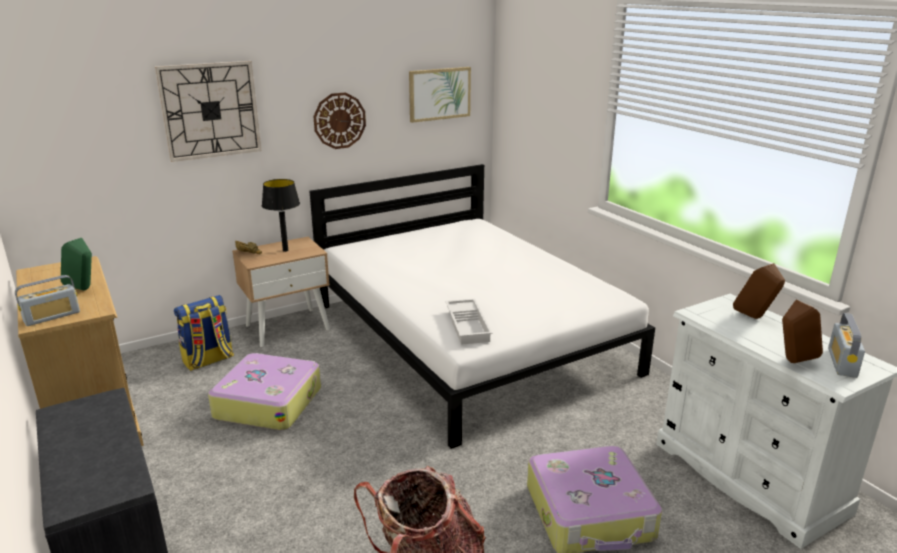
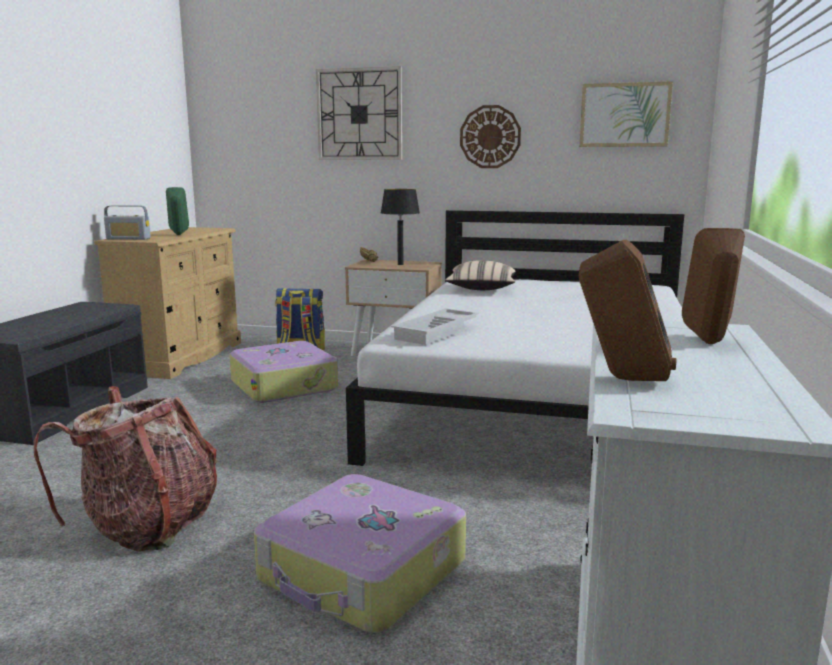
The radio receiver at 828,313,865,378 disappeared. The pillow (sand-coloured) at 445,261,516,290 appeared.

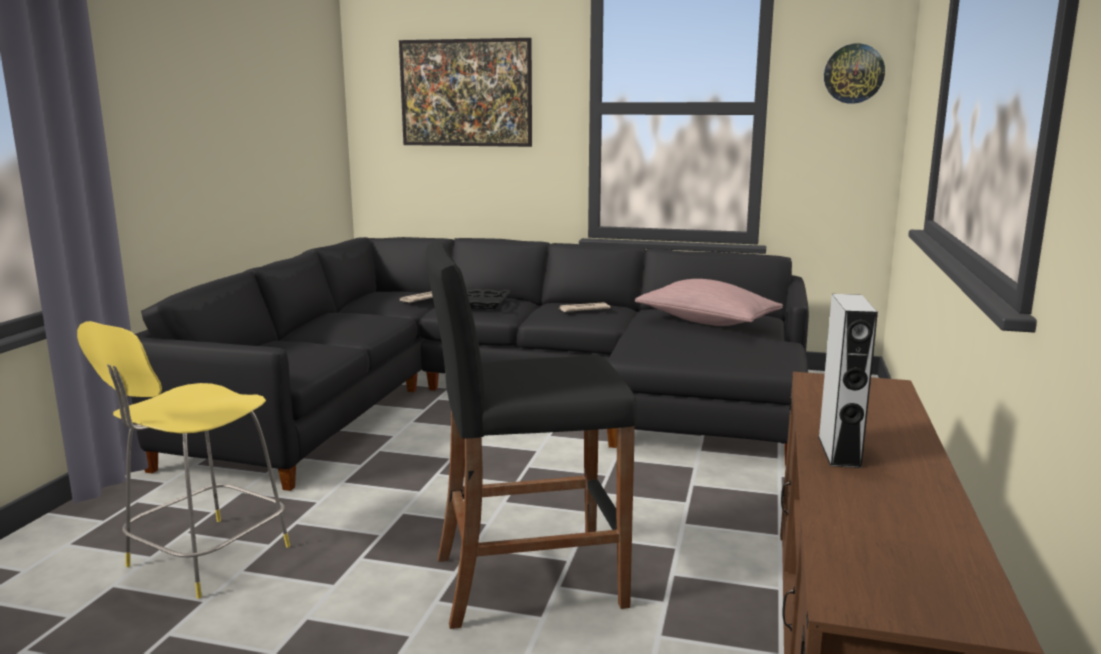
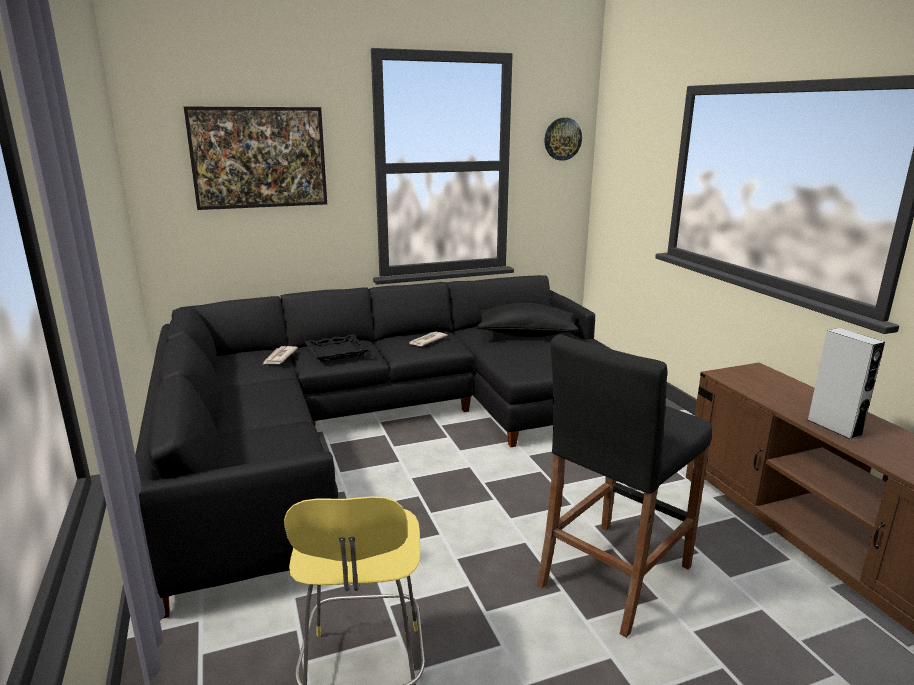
The pillow (pink-coloured) at 635,279,783,326 became the pillow (black) at 477,303,578,337.

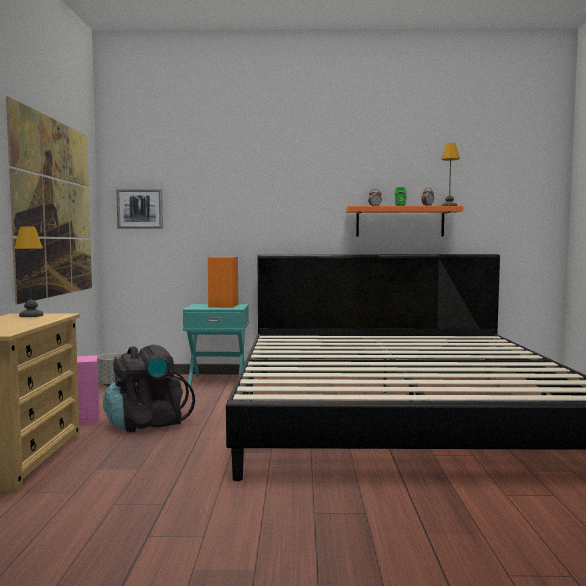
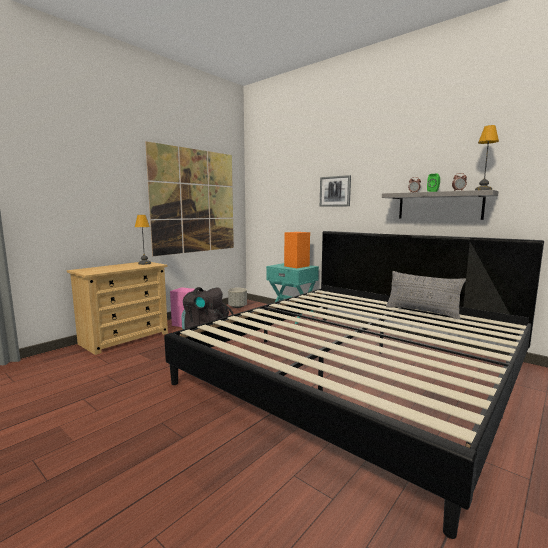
The pillow (gray) at 386,271,466,319 appeared. The wall art moved from 116,189,163,229 to 320,175,351,207. The bracket shelf (orangey) at 346,206,463,236 became the bracket shelf (gray) at 382,190,499,220.

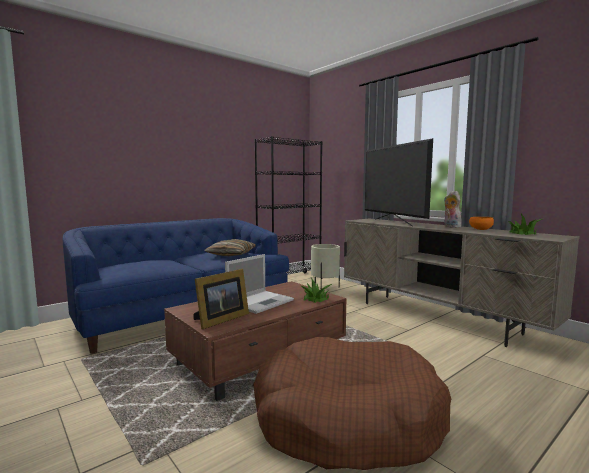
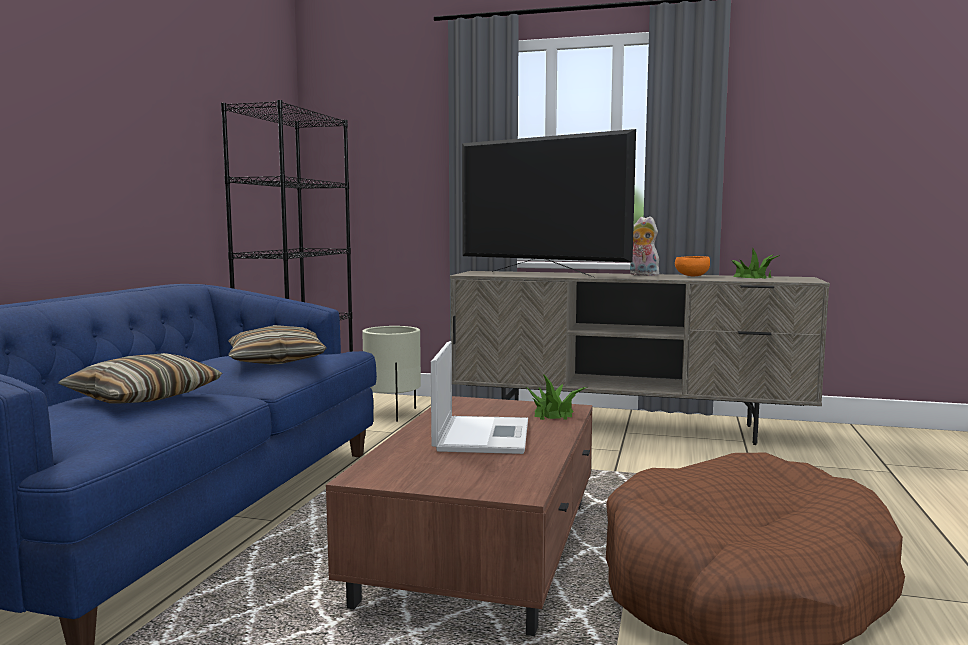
The standing frame at 193,269,249,330 disappeared. The pillow at 58,353,222,403 appeared.

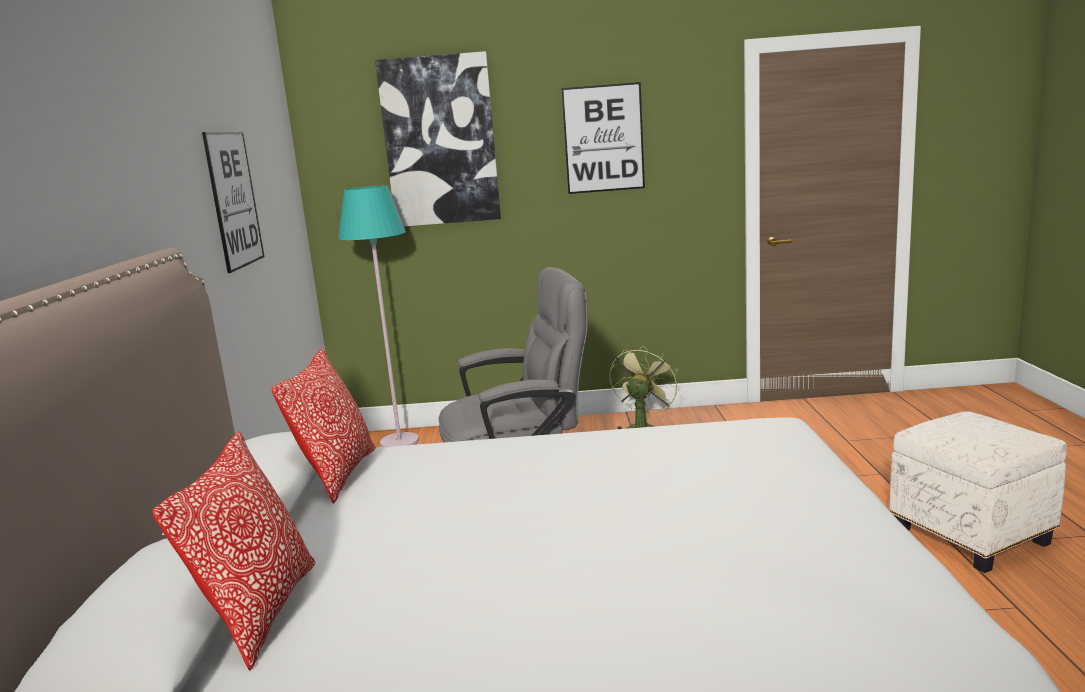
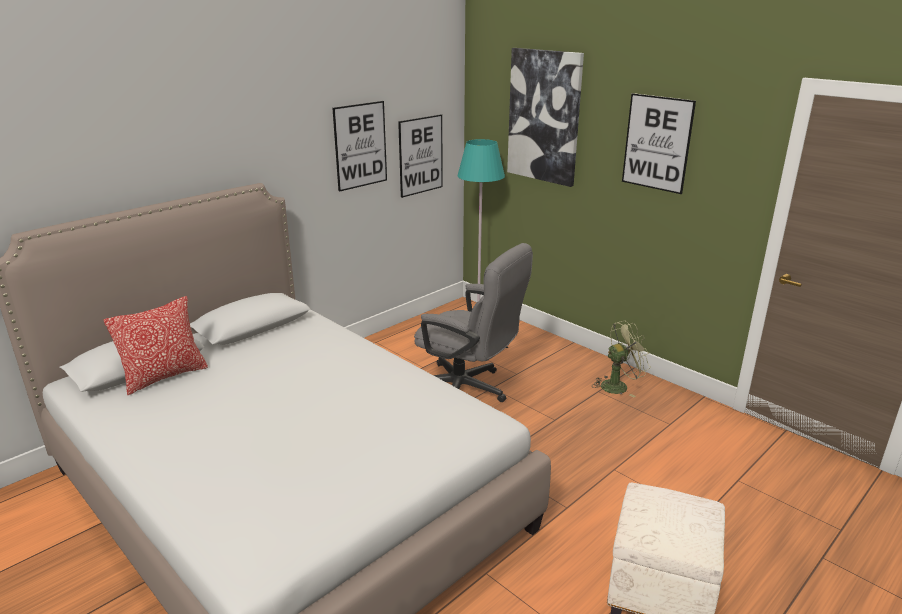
The pillow at 271,349,376,504 disappeared. The wall art at 398,114,443,198 appeared.

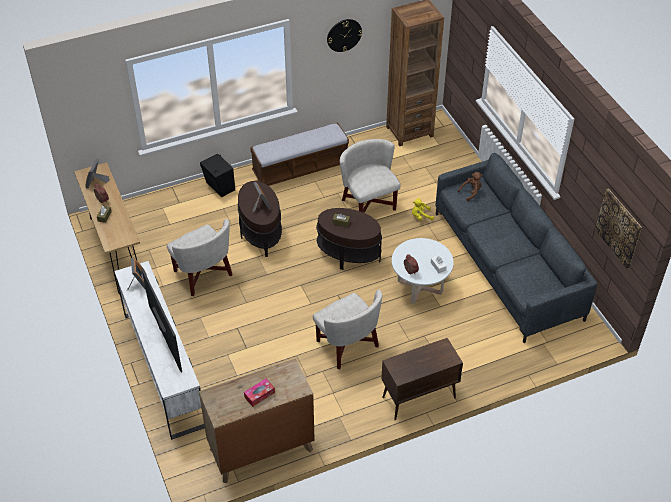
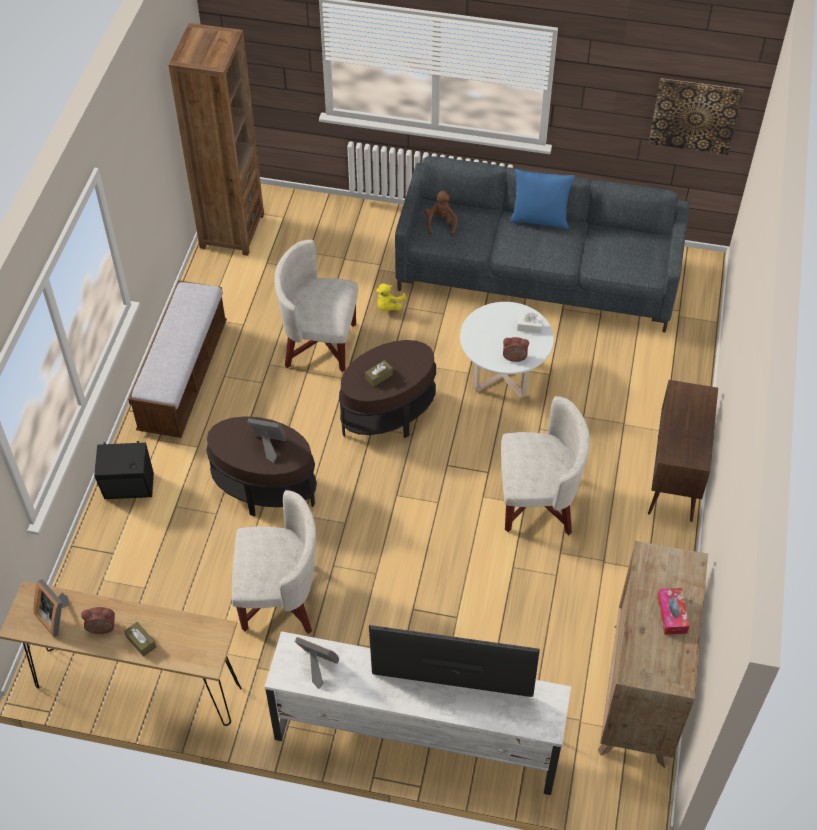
The clock on the wall at 327,19,362,52 disappeared. The pillow (bluish) at 510,169,575,230 appeared.

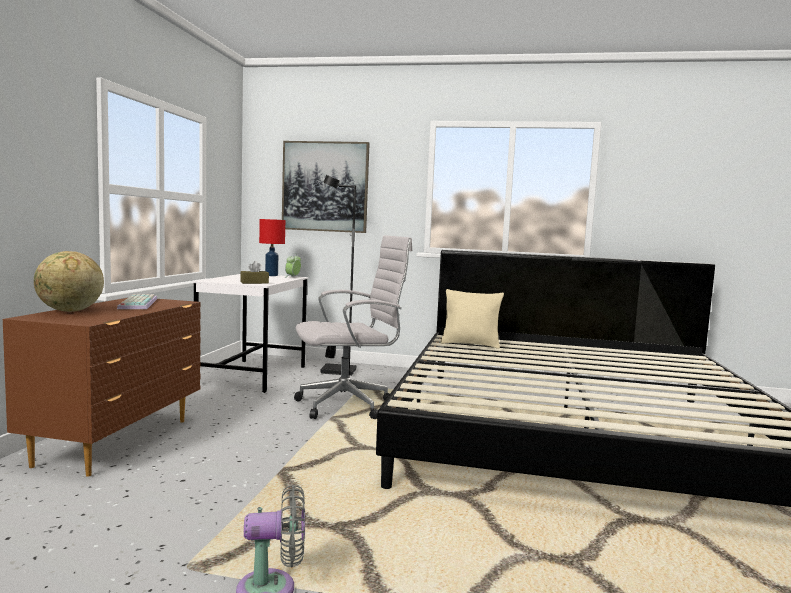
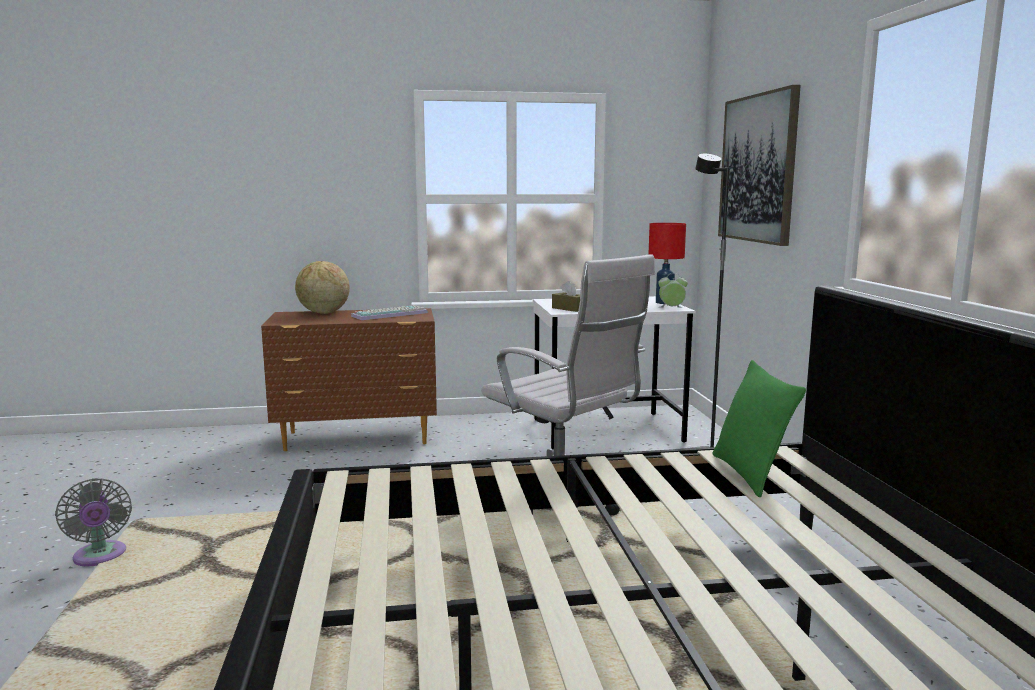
The pillow (sand-coloured) at 440,289,504,349 became the pillow (green) at 712,360,806,497.

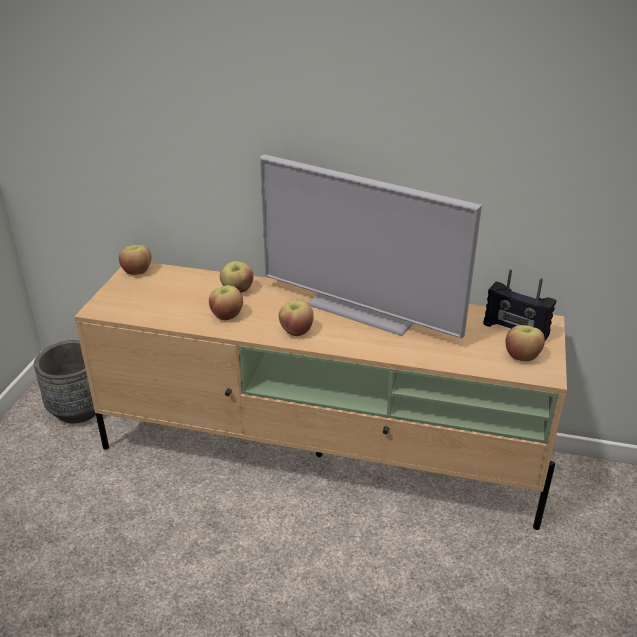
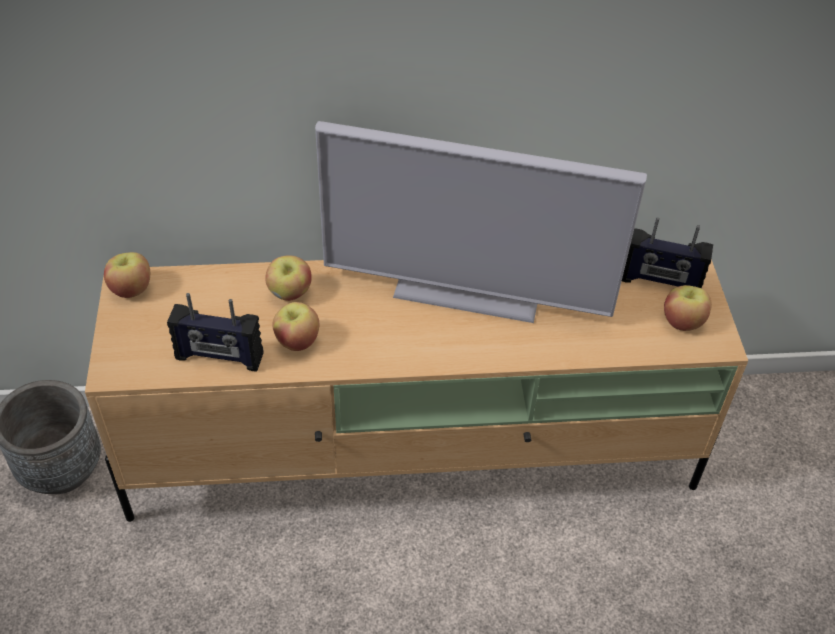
The apple at 278,300,313,336 disappeared. The radio receiver at 167,293,263,371 appeared.

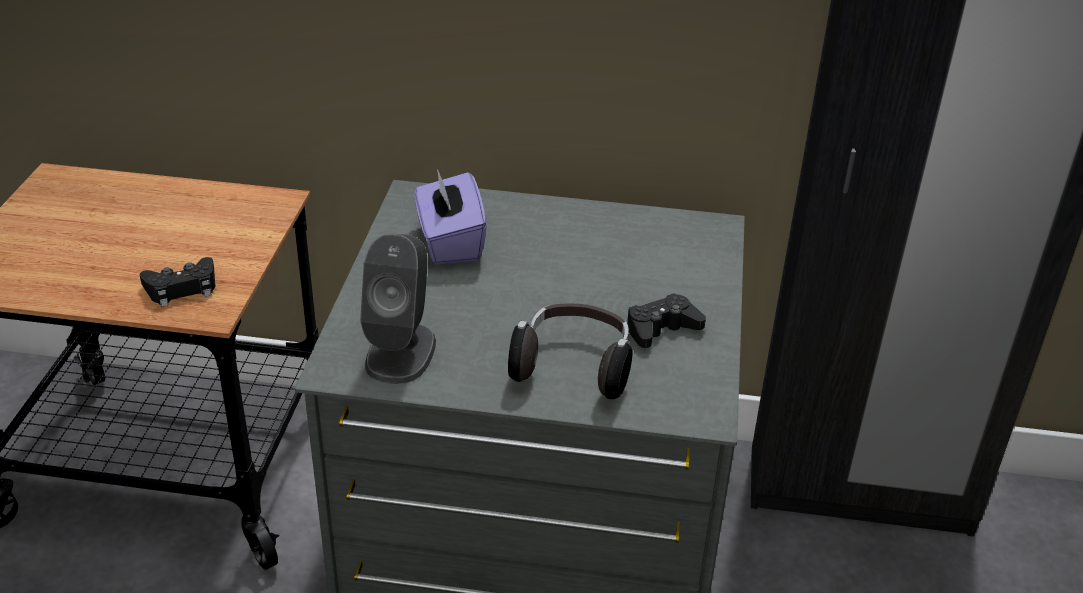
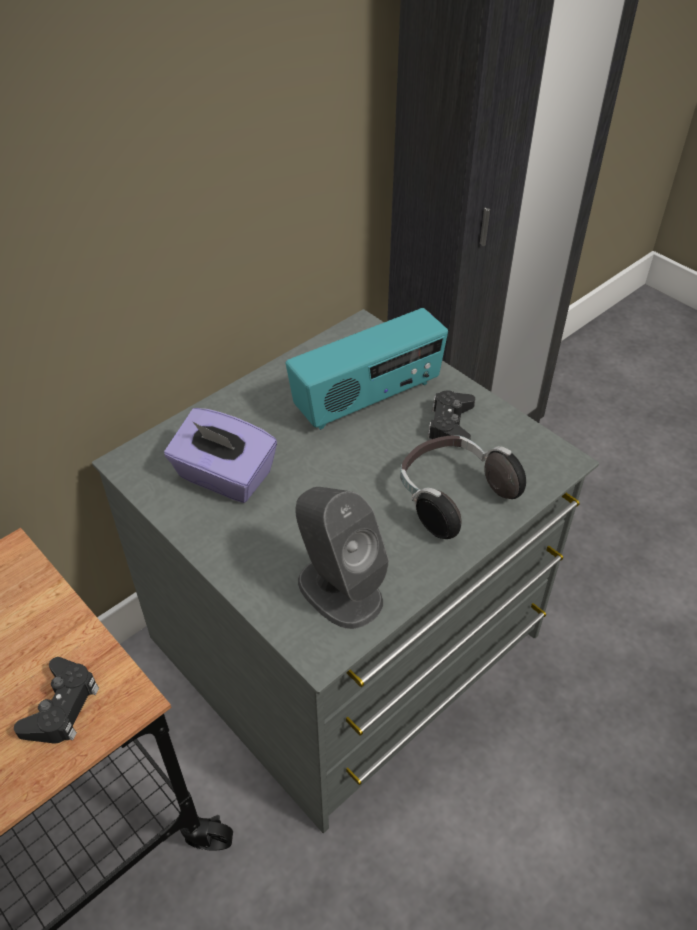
The radio receiver at 286,308,448,430 appeared.

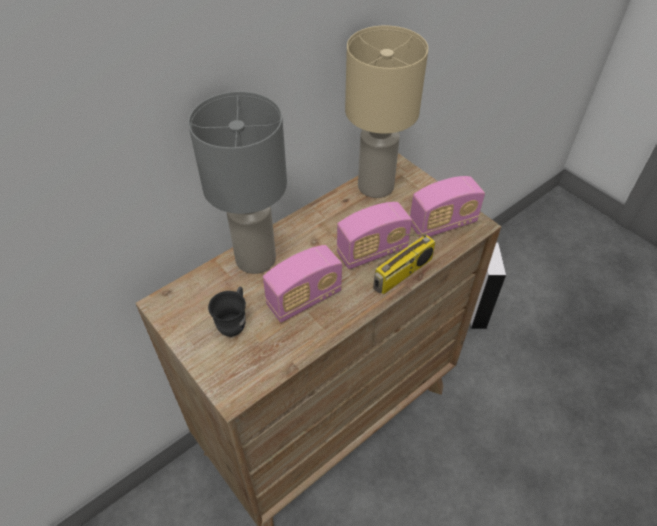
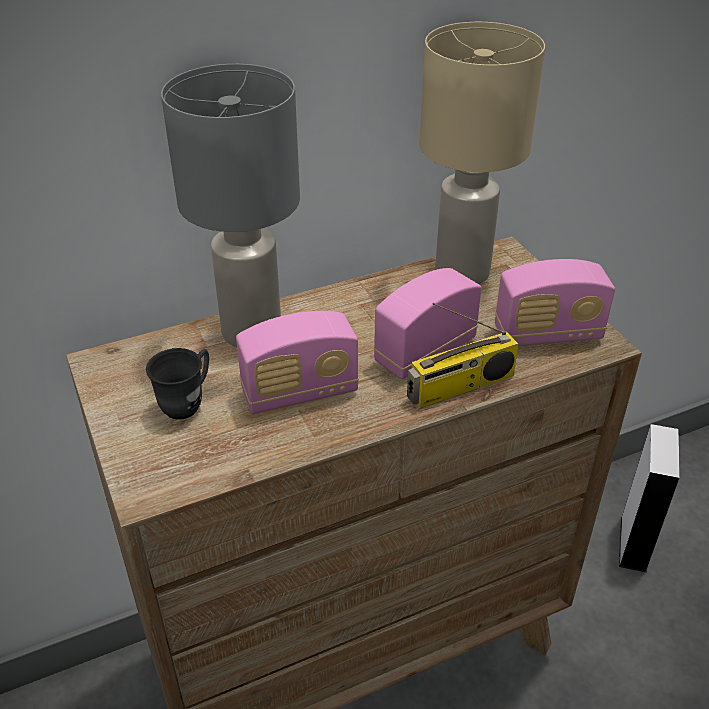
The radio receiver at 336,202,412,269 turned 150 degrees clockwise.

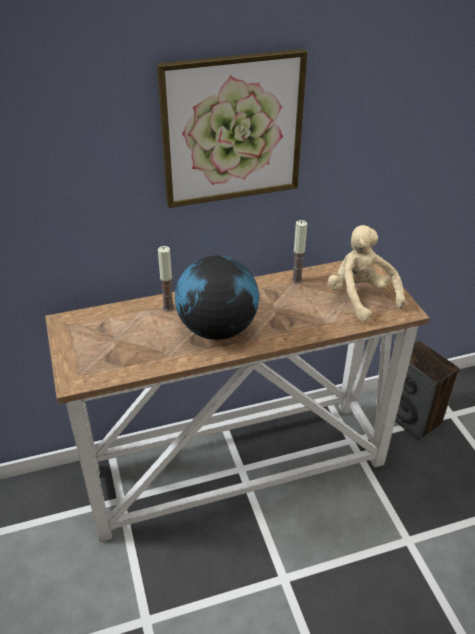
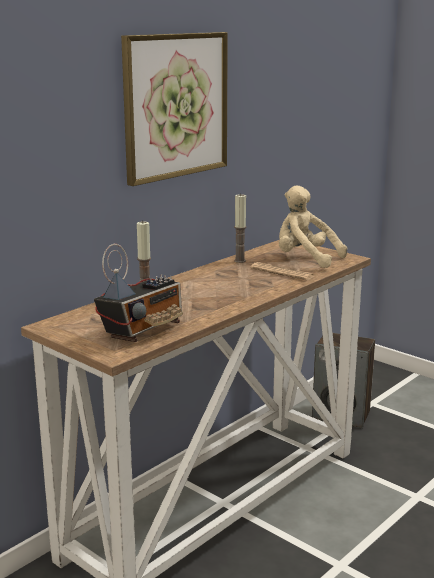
The globe at 175,255,259,340 disappeared. The radio receiver at 94,244,183,342 appeared. The newspaper at 250,262,314,280 appeared.

